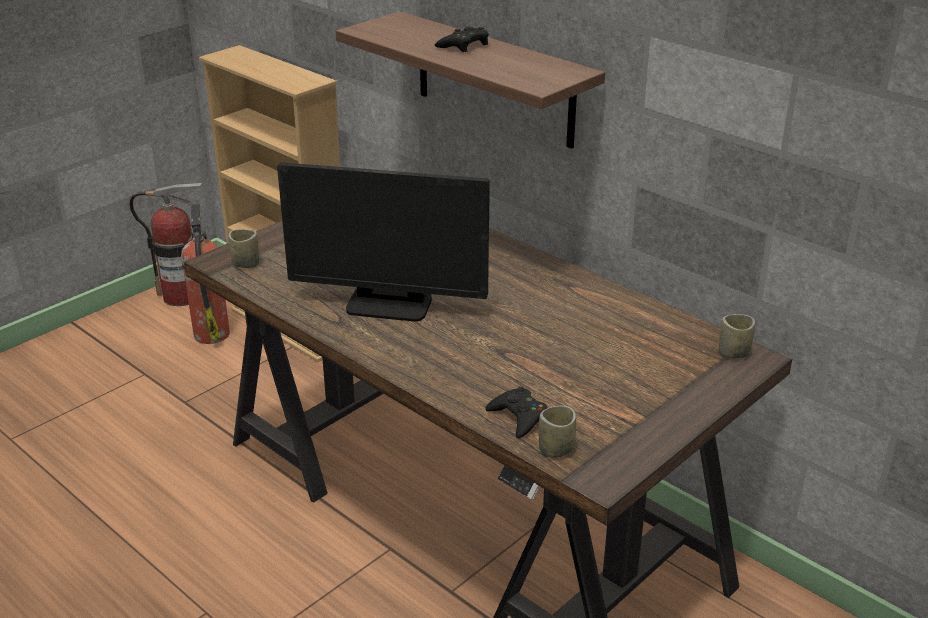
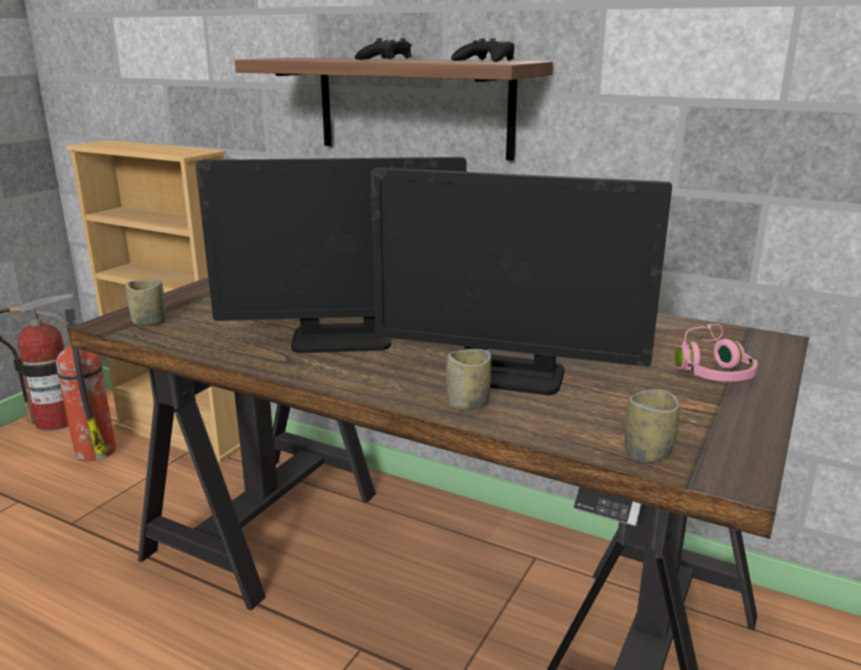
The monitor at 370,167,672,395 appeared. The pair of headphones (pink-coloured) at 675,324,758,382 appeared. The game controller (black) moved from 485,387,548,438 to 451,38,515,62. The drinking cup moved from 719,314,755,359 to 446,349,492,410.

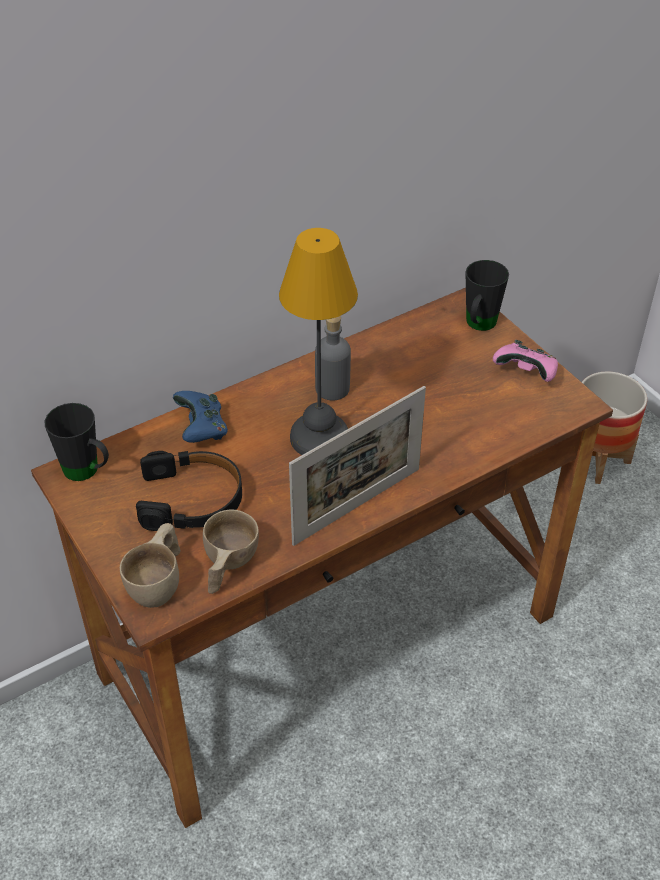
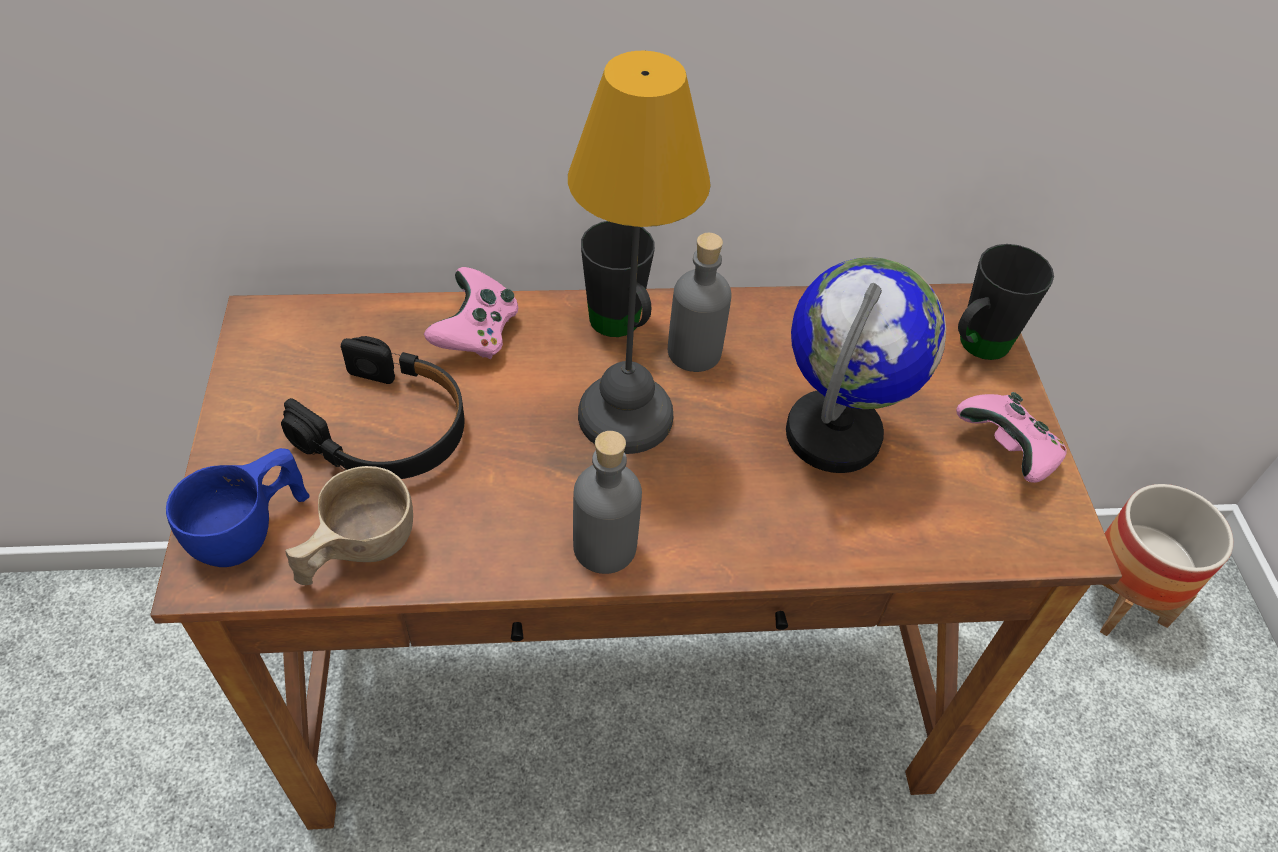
The globe at 786,257,946,473 appeared. The tea mug (black) moved from 45,403,109,481 to 581,221,655,337. The standing frame at 289,386,426,546 was replaced by the bottle (gray) at 573,431,642,574. The drinking cup (sand-coloured) at 120,523,181,608 became the drinking cup (bluish) at 166,448,310,567. The game controller (bluish) at 173,391,228,443 became the game controller (pink-coloured) at 424,267,518,359.

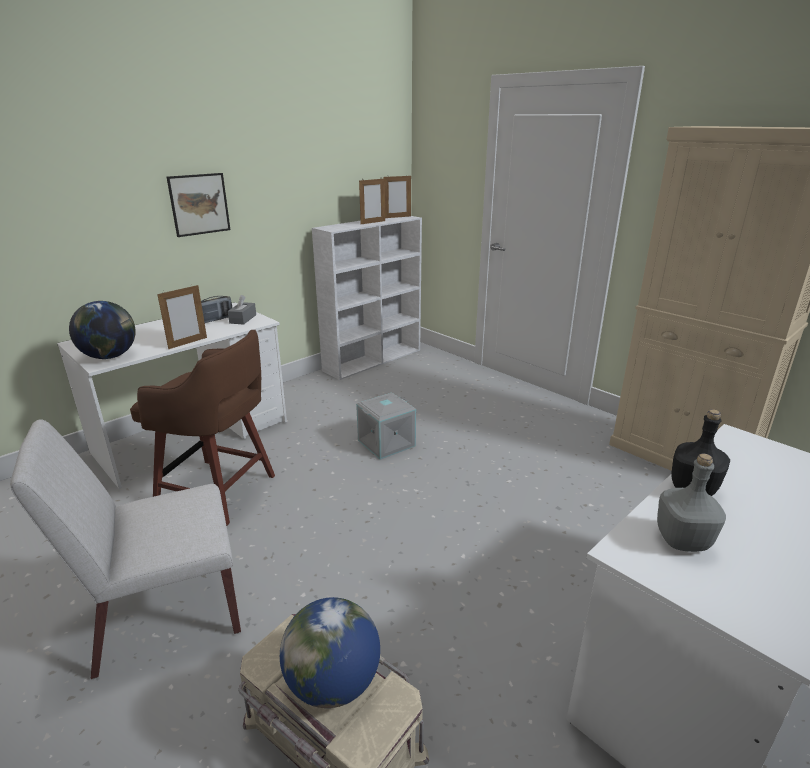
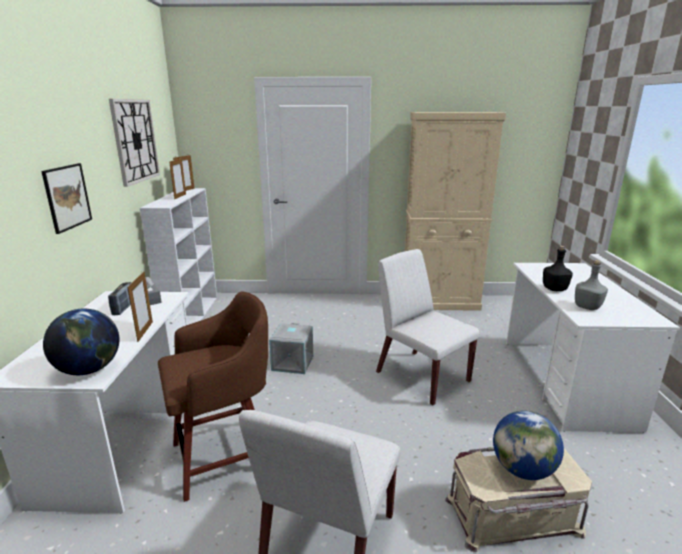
The clock on the wall at 109,99,160,187 appeared. The chair (white-coloured) at 376,249,480,405 appeared.

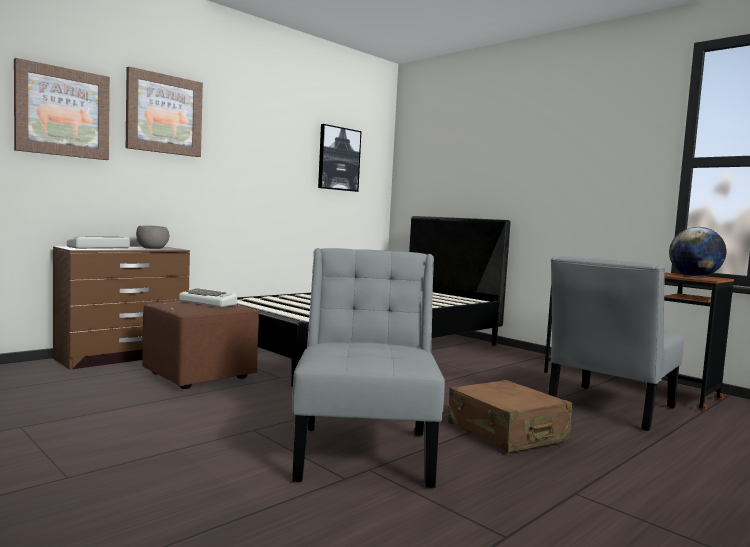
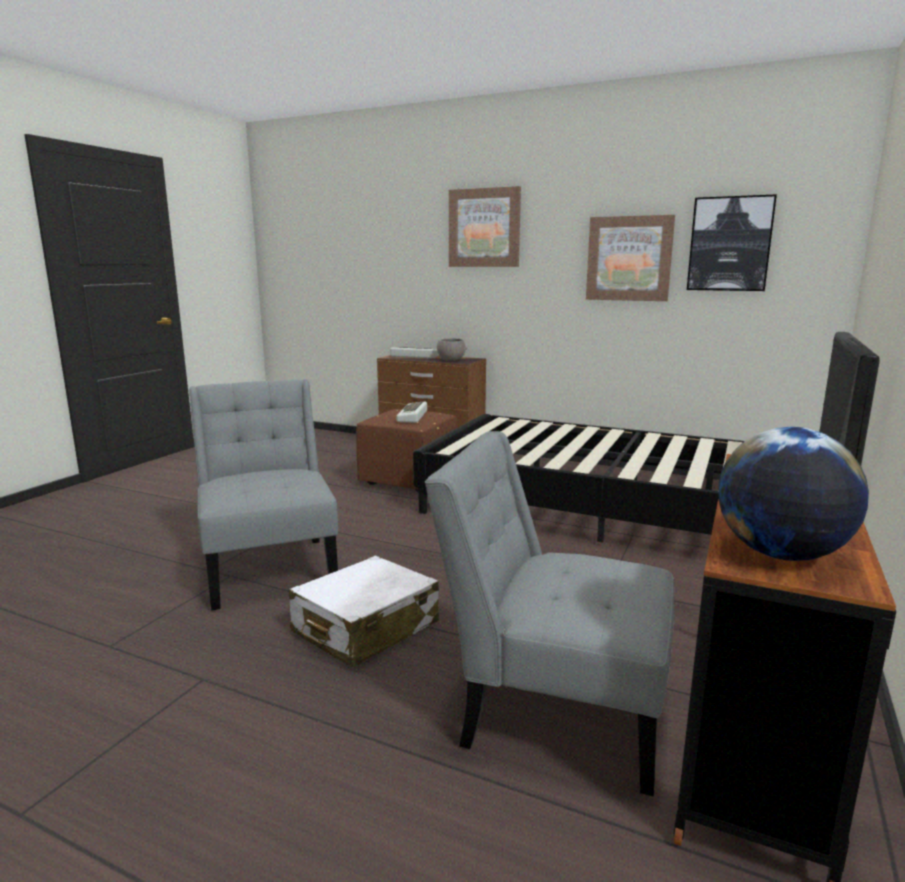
The wall art moved from 14,58,110,160 to 586,215,675,301. The suitcase (brownish) at 448,380,572,452 became the suitcase (white-coloured) at 289,555,439,668. The chair (gray) at 292,248,445,488 turned 90 degrees counterclockwise.

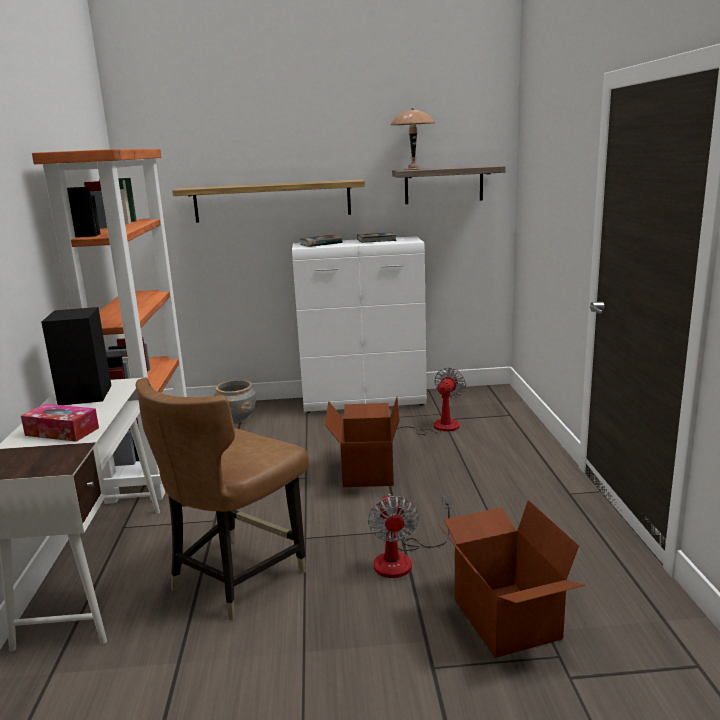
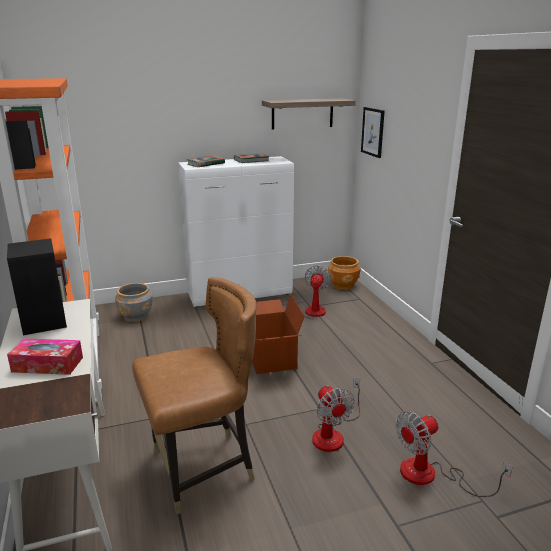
The bracket shelf at 172,179,365,223 disappeared. The table lamp (brownish) at 391,108,436,170 disappeared. The planter (brownish) at 328,256,361,290 appeared. The wall art at 361,107,385,158 appeared. The carton at 437,500,585,658 was replaced by the fan at 396,411,513,497. The chair (brownish) at 136,377,309,620 turned 135 degrees counterclockwise.

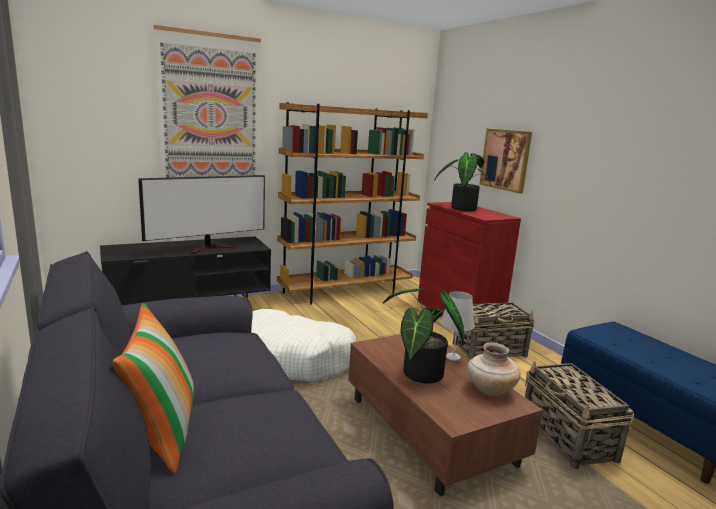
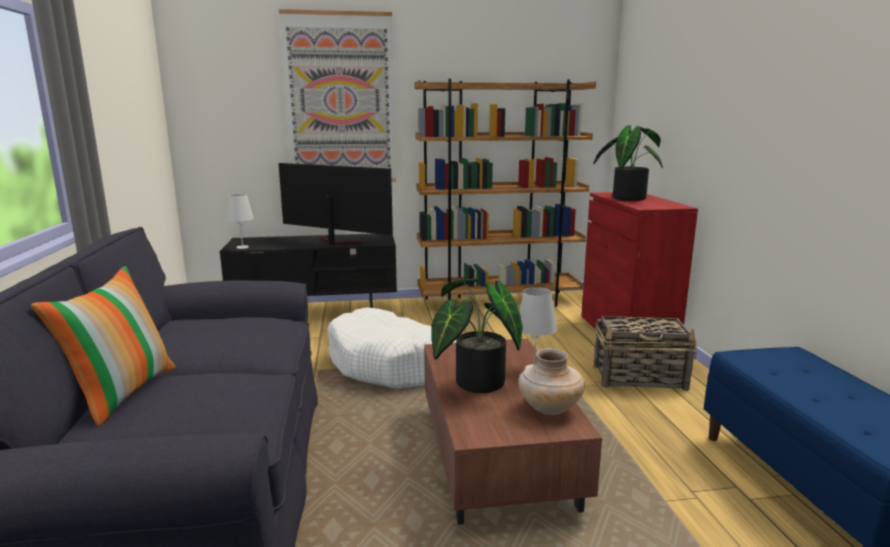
The wall art at 479,129,532,194 disappeared. The basket at 525,361,634,469 disappeared. The table lamp (white-coloured) at 226,194,254,249 appeared. The television at 138,175,265,253 turned 135 degrees counterclockwise.

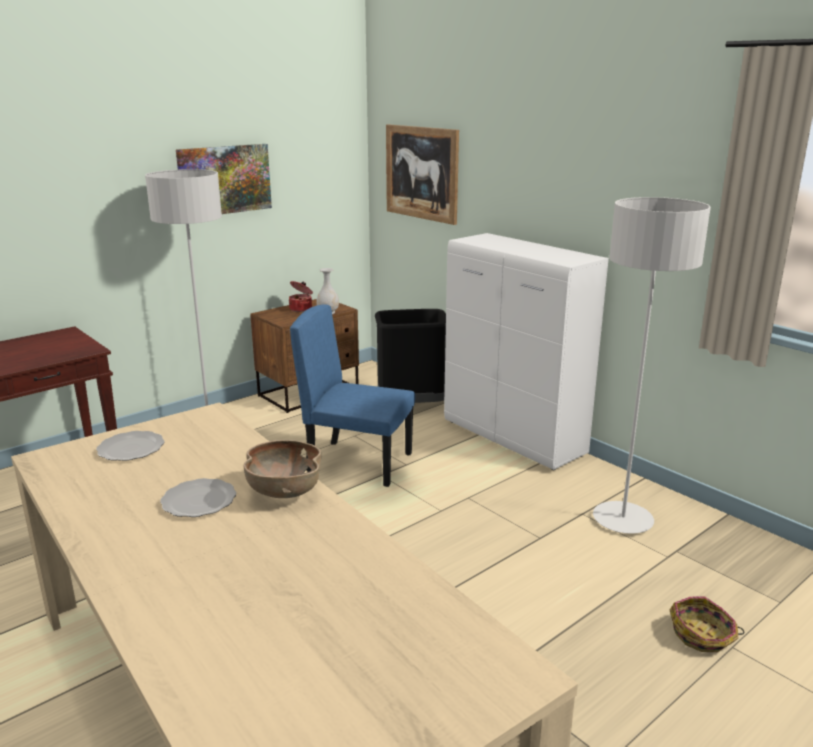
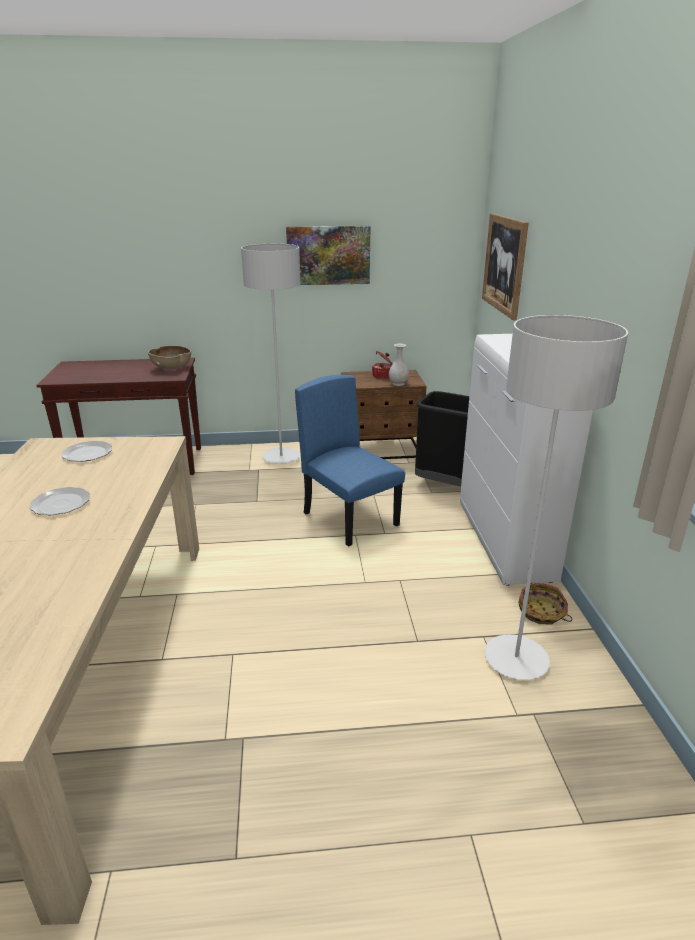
The bowl (brownish) moved from 244,440,321,498 to 148,345,191,370. The basket moved from 670,597,744,652 to 518,583,572,624.

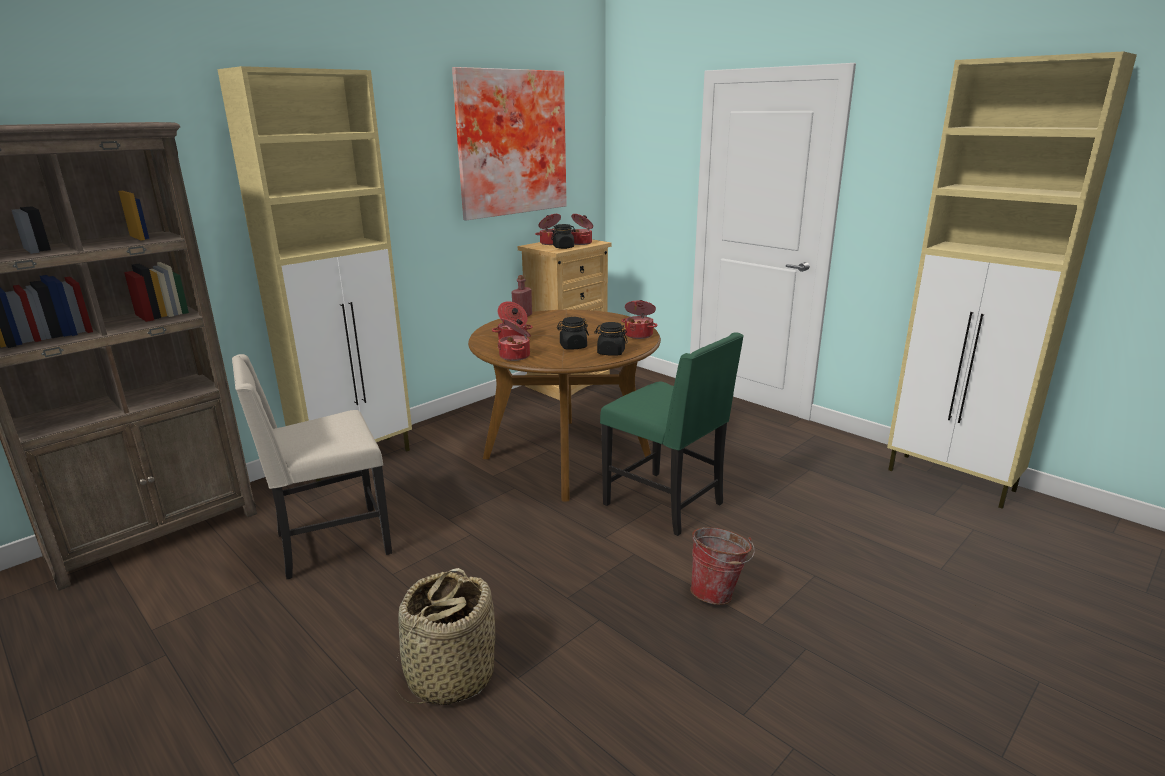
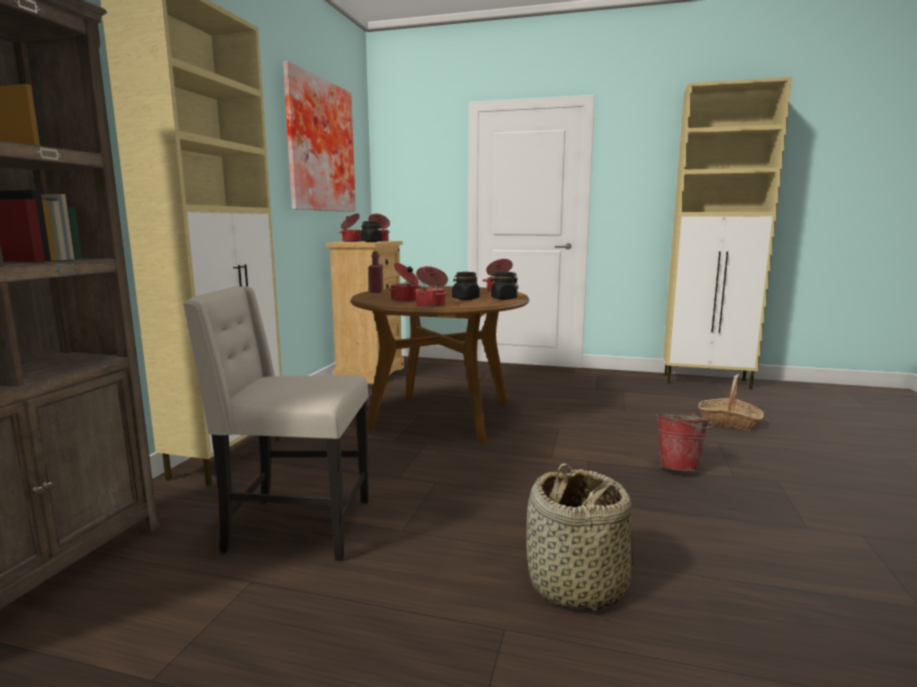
The chair (green) at 600,332,744,536 disappeared. The basket at 698,374,764,431 appeared. The chair (sand-coloured) at 232,354,392,579 turned 60 degrees clockwise.

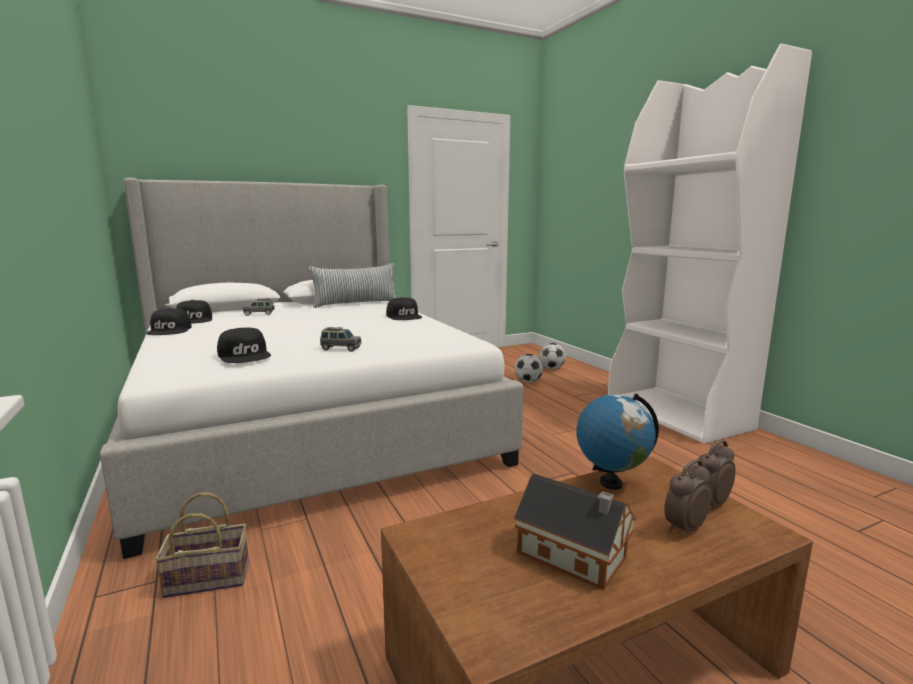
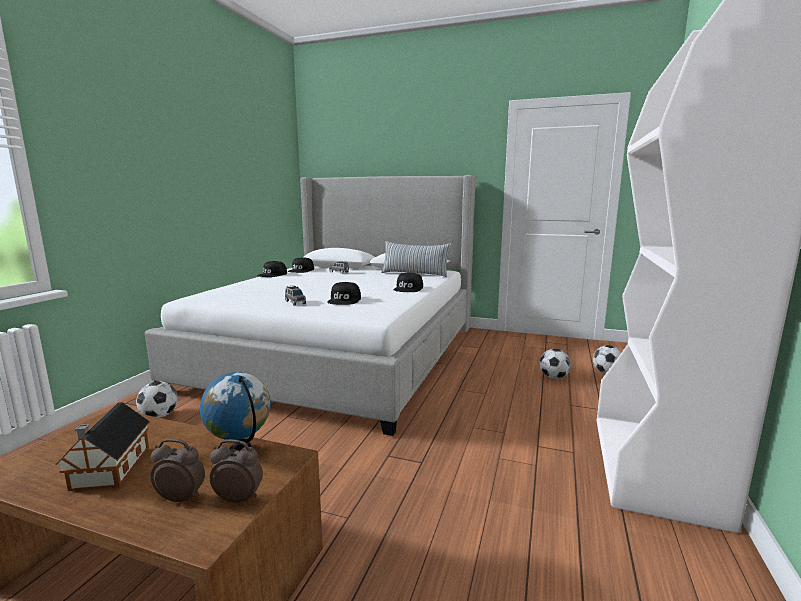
The peaked cap (black) moved from 217,327,271,363 to 328,282,361,305. The basket at 155,493,249,598 was replaced by the football ball at 136,381,178,418.

